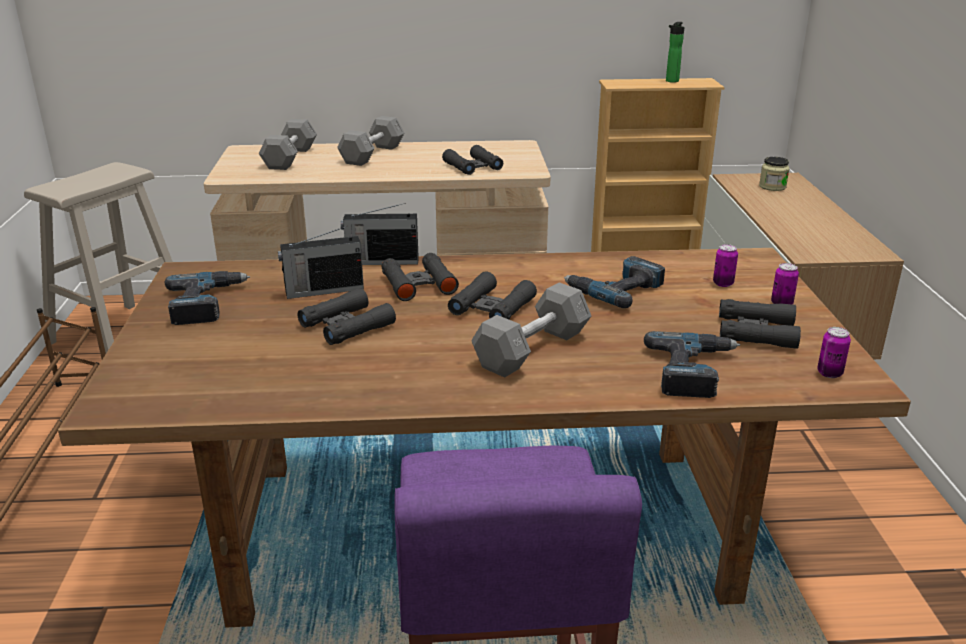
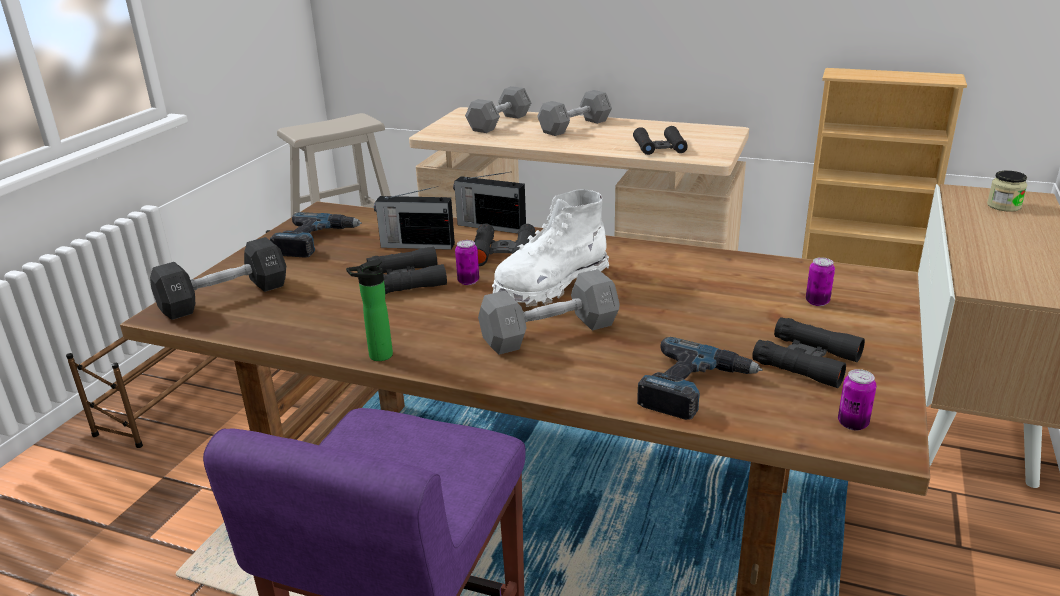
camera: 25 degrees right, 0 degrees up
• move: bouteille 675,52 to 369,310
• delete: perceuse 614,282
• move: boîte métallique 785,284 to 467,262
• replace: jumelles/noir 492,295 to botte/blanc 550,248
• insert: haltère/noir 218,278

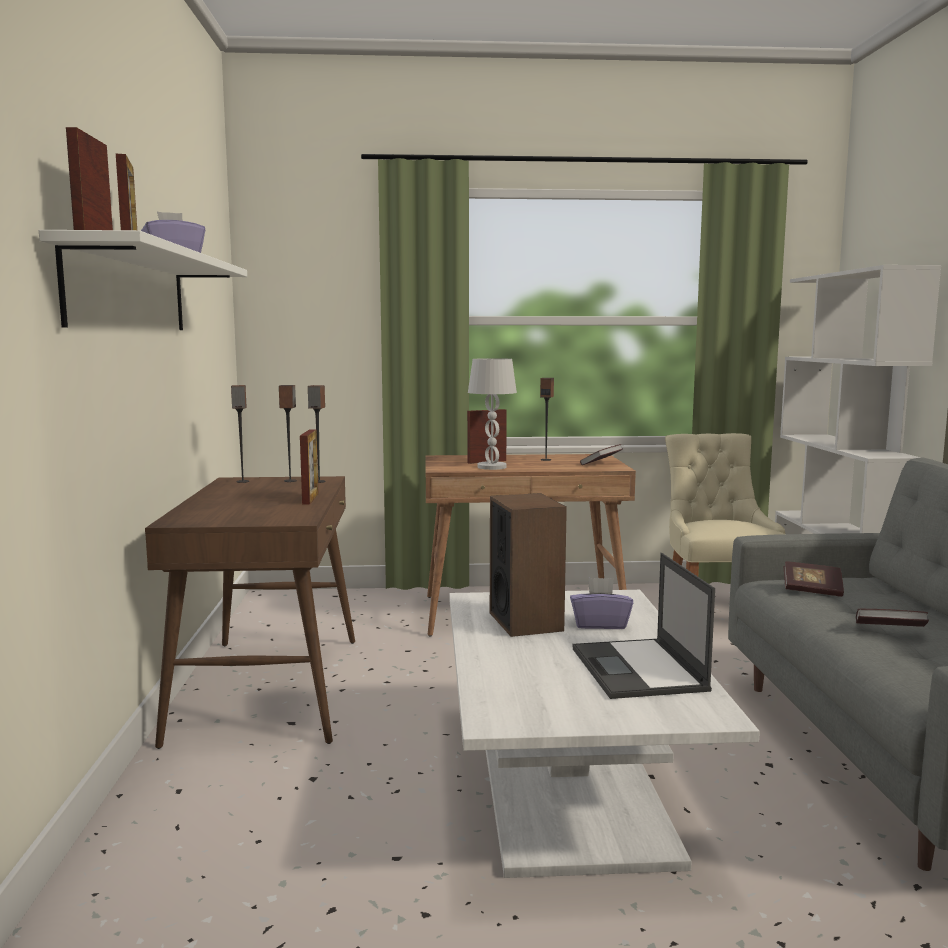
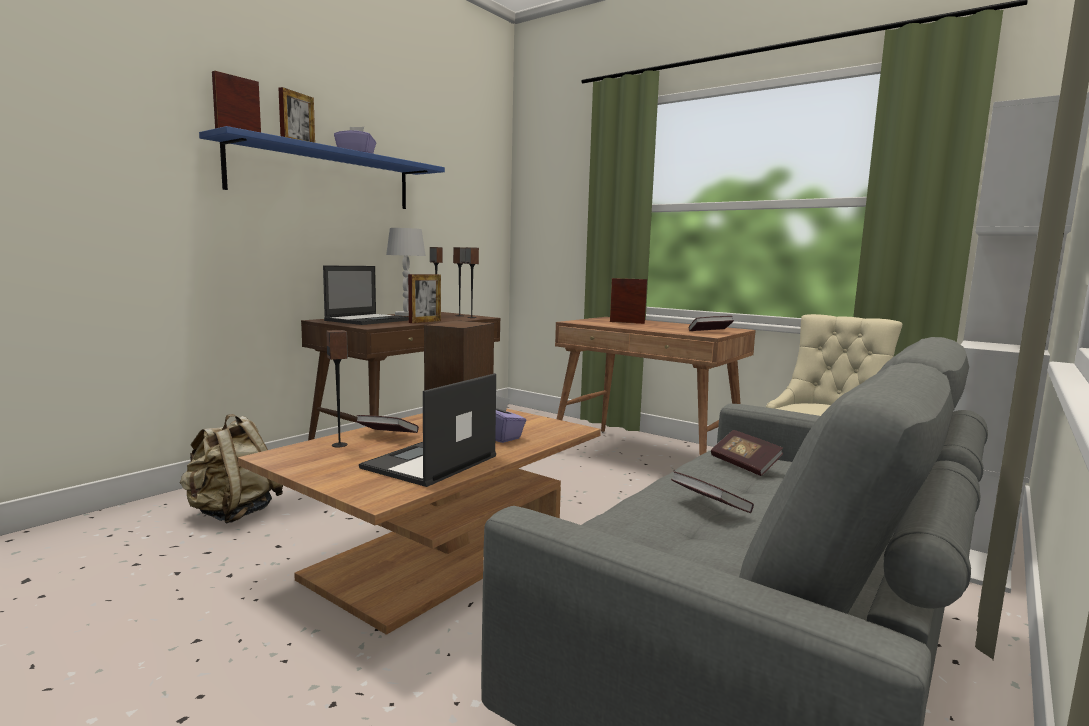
camera: 40 degrees right, 0 degrees up
• recolor: étagère/blanc 143,280 to étagère/bleu 322,167
• move: lampe de table/blanc 492,414 to 406,272
• move: enceinte 547,419 to 337,388
• recolor: table basse/blanc 604,734 to table basse/marron 419,522
• insert: ordinateur portable 366,295
• insert: sac à dos/beige 231,469
• insert: livre 387,424

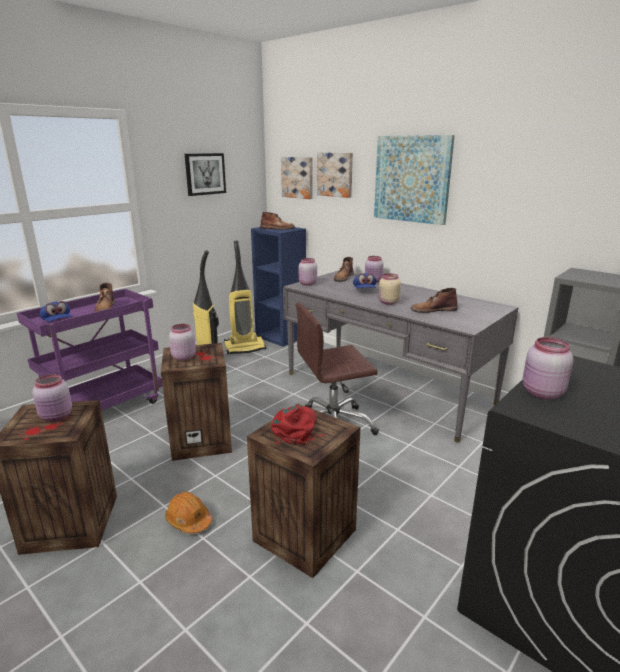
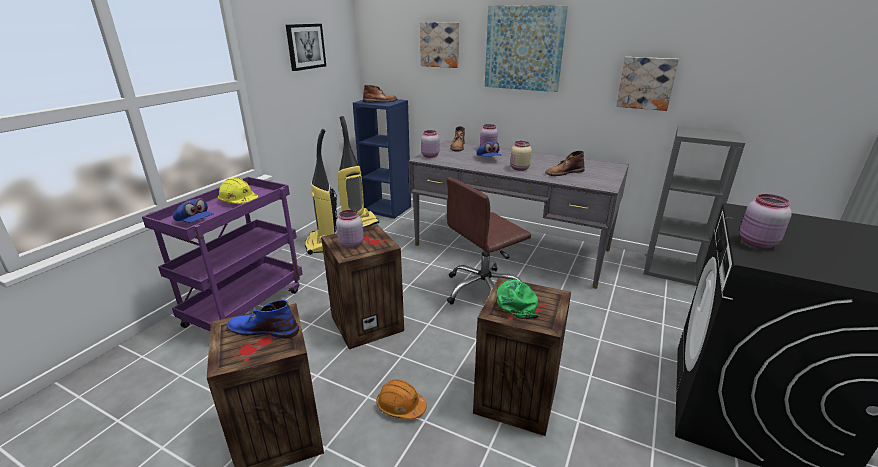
camera: 15 degrees left, 5 degrees up
• move: tableau 297,178 to 647,84
• replace: botte/marron 104,297 to casque de chantier/jaune 238,191
• replace: bocal/rose 52,398 to botte/bleu 263,319
• recolor: casquette/rouge 294,425 to casquette/vert 518,299

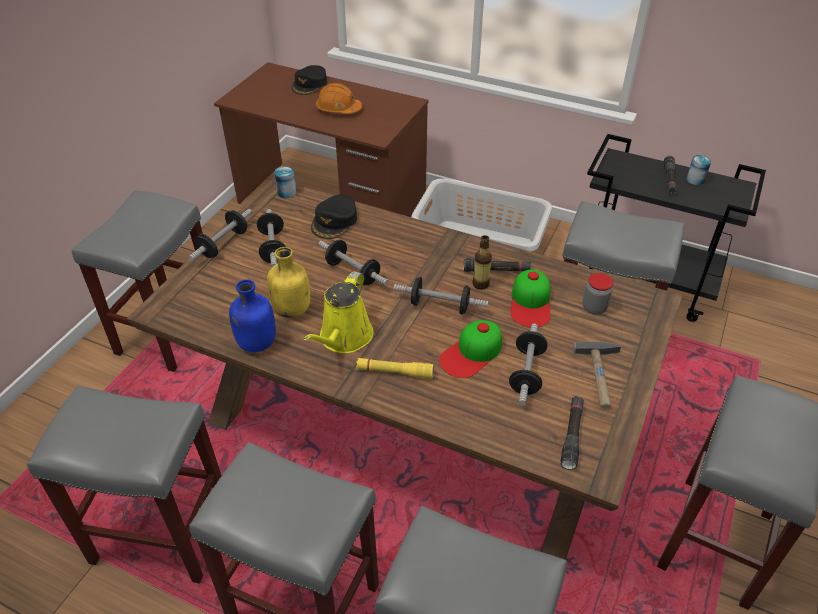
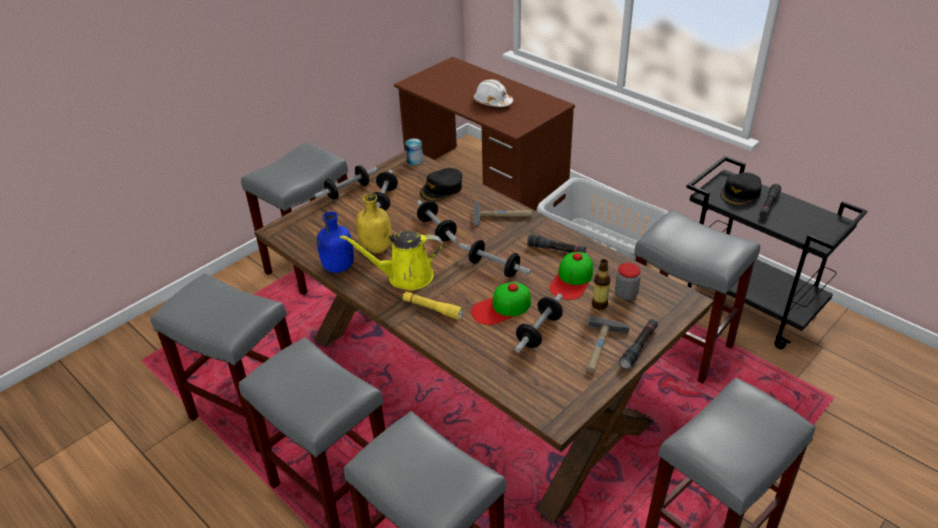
camera: 20 degrees right, 5 degrees down
• move: casquette/noir 309,80 to 741,189
• recolor: casque de chantier/orange 339,98 to casque de chantier/blanc 493,93
• delete: boîte métallique 698,170
• move: bouteille 482,262 to 601,284
• rotate: arrosoir/jaune 338,312 = 391,260 45 degrees clockwise
• move: lampe de poche/noir 572,433 to 638,344
• insert: marteau 502,212

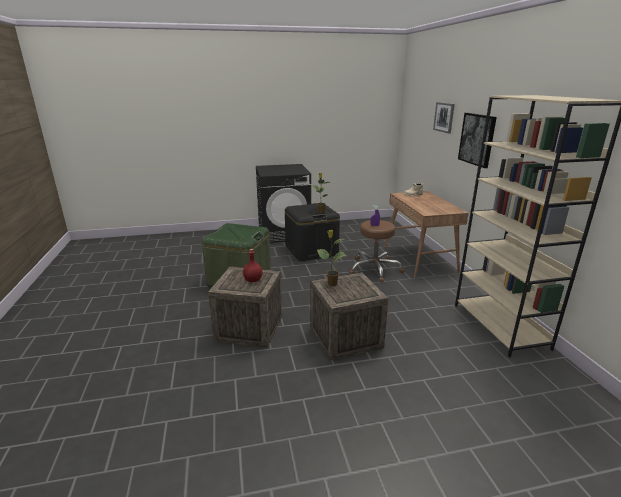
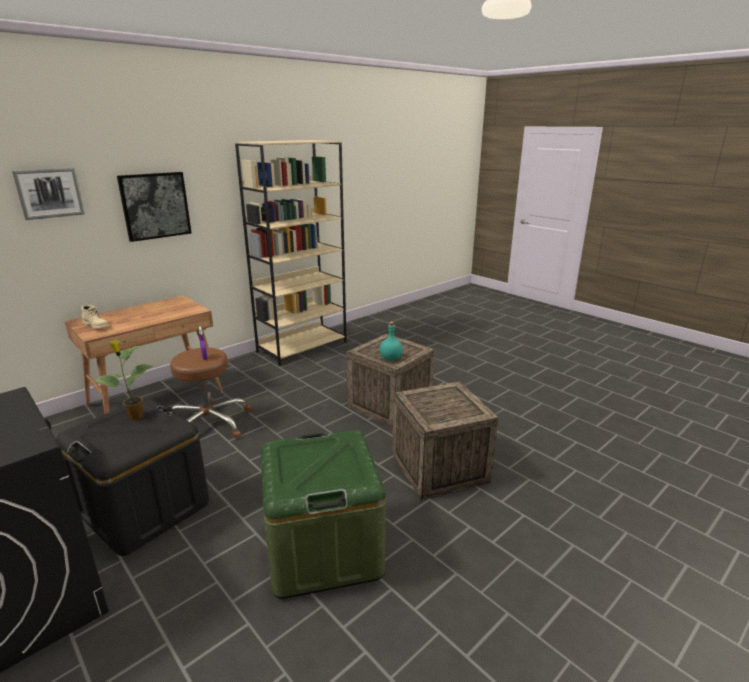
camera: 120 degrees left, 0 degrees up
• replace: plante en pot 331,258 to bouteille/turquoise 391,341
• delete: bouteille/rouge 253,265

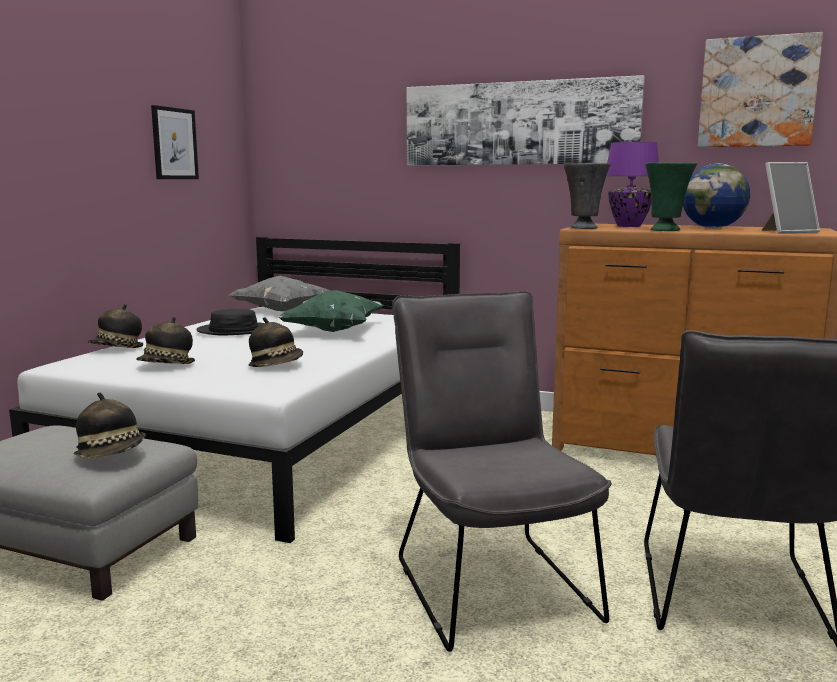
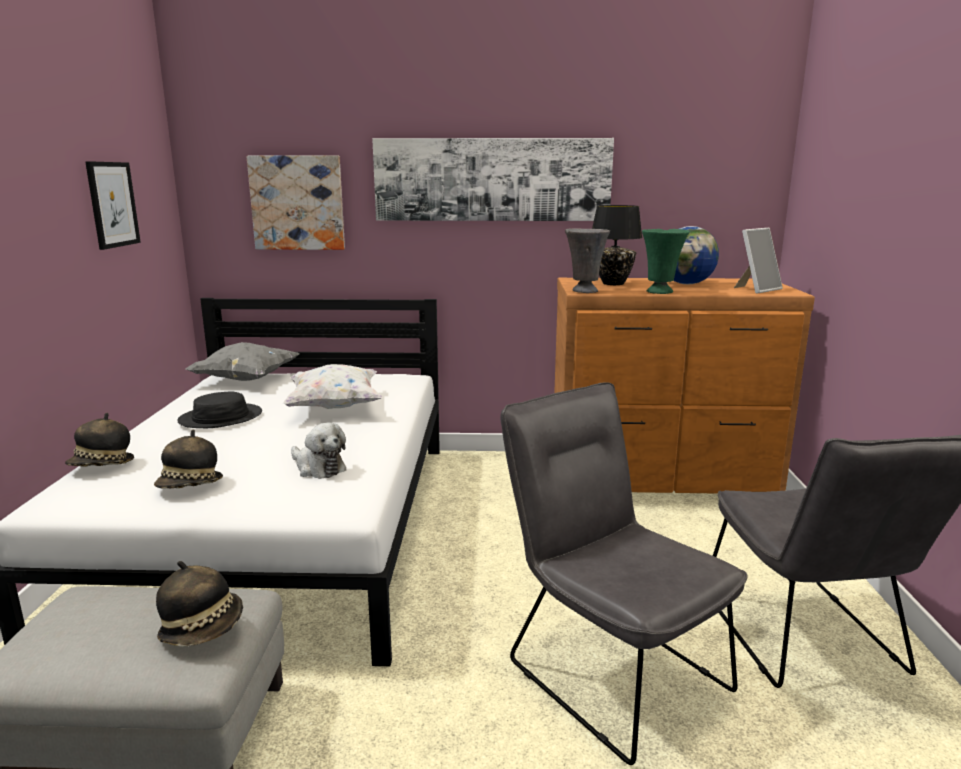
camera: 20 degrees left, 5 degrees up
• move: tableau 760,89 to 296,202
• recolor: lampe de table/violet 632,184 to lampe de table/noir 617,245
• recolor: coussin/vert 331,311 to coussin/blanc 332,386
• replace: chapeau 276,342 to peluche 318,450

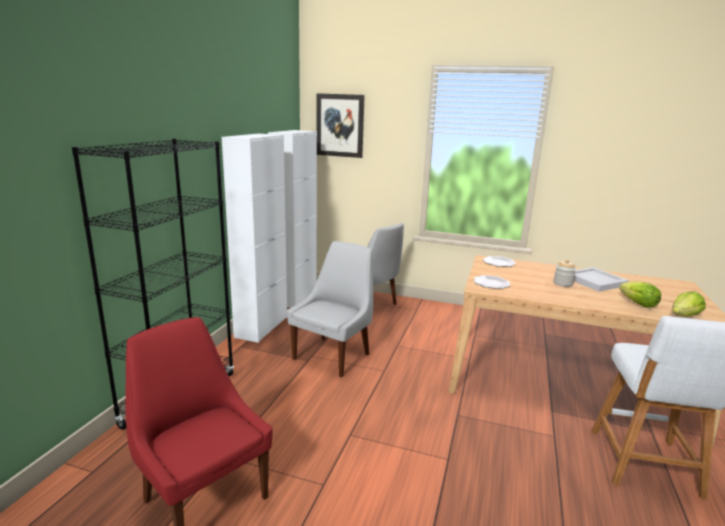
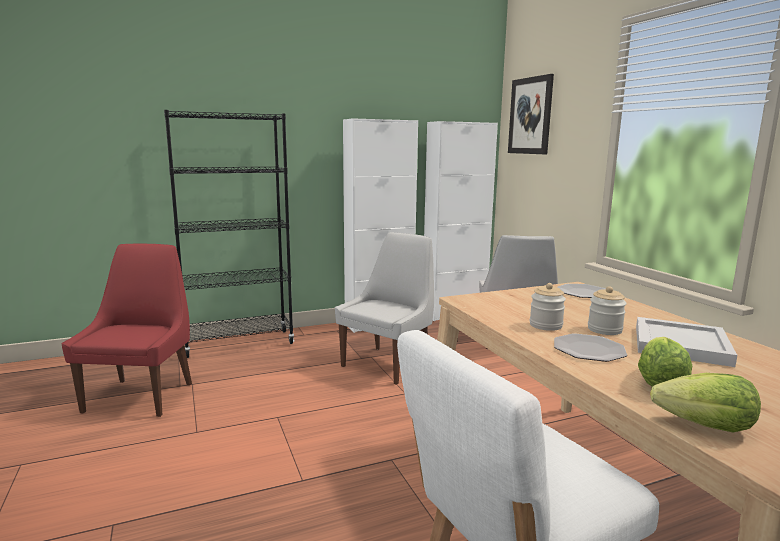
camera: 50 degrees right, 5 degrees down
• rotate: chaise/blanc 330,309 = 384,308 45 degrees counterclockwise
• move: assiette 492,282 to 590,347
• insert: bocal 548,307

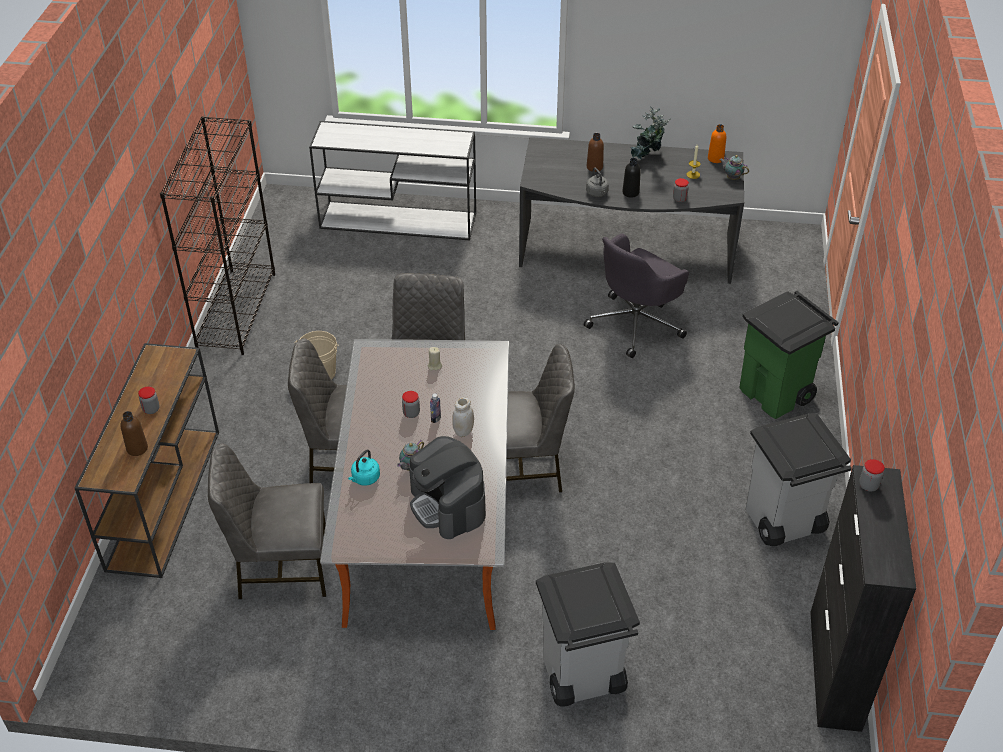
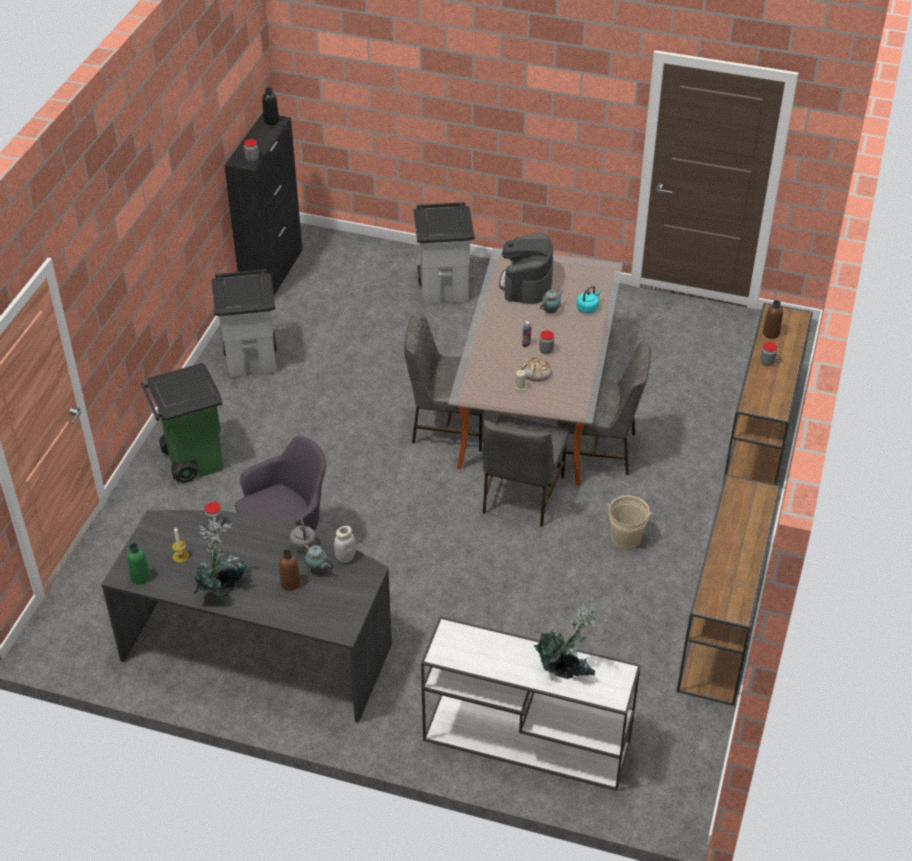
camera: 170 degrees left, 0 degrees up
• replace: bibliothèque/noir 217,235 to table console/marron 729,590
• recolor: bouteille/orange 717,143 to bouteille/vert 139,564
• move: théière 734,167 to 317,558
• move: bouteille/noir 631,177 to 270,106
• move: bocal/blanc 463,417 to 345,544
• rotate: machine à café 447,487 = 526,268 150 degrees counterclockwise
• delete: chaise/gris 267,521
• insert: pain 536,369
• insert: plante en pot 566,641

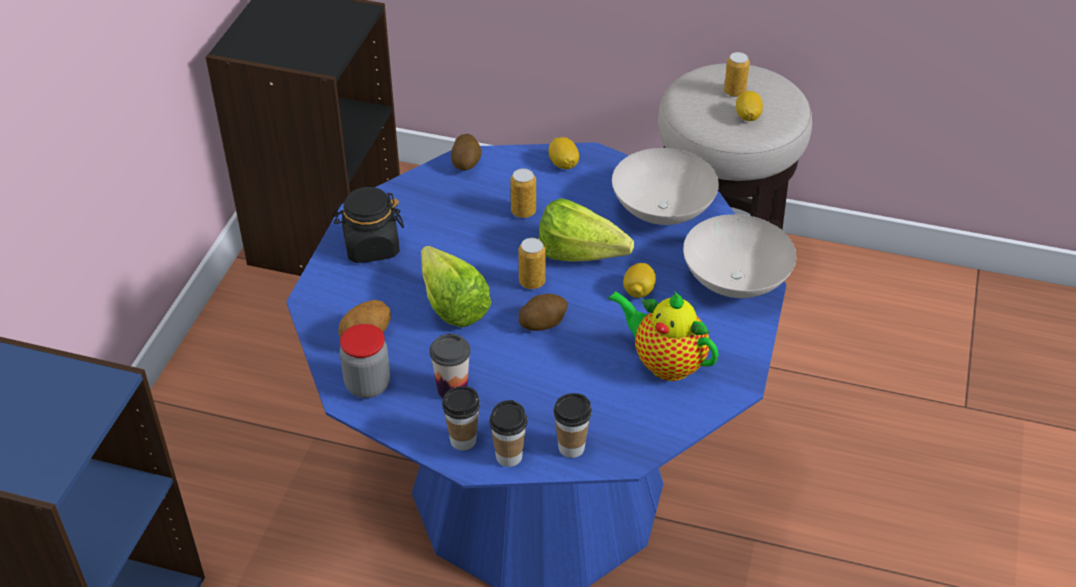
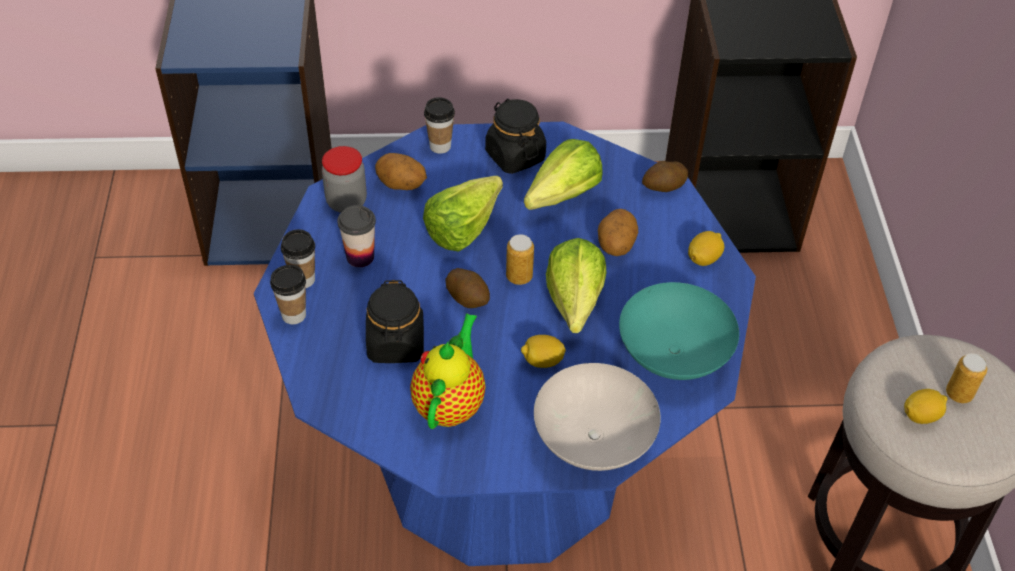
camera: 70 degrees right, 5 degrees up
• recolor: bol/blanc 665,186 to bol/turquoise 679,331
• replace: boîte métallique 523,193 to pomme de terre 618,232
• move: tasse 573,425 to 439,125
• insert: laitue 563,174
• insert: bocal/noir 395,321

